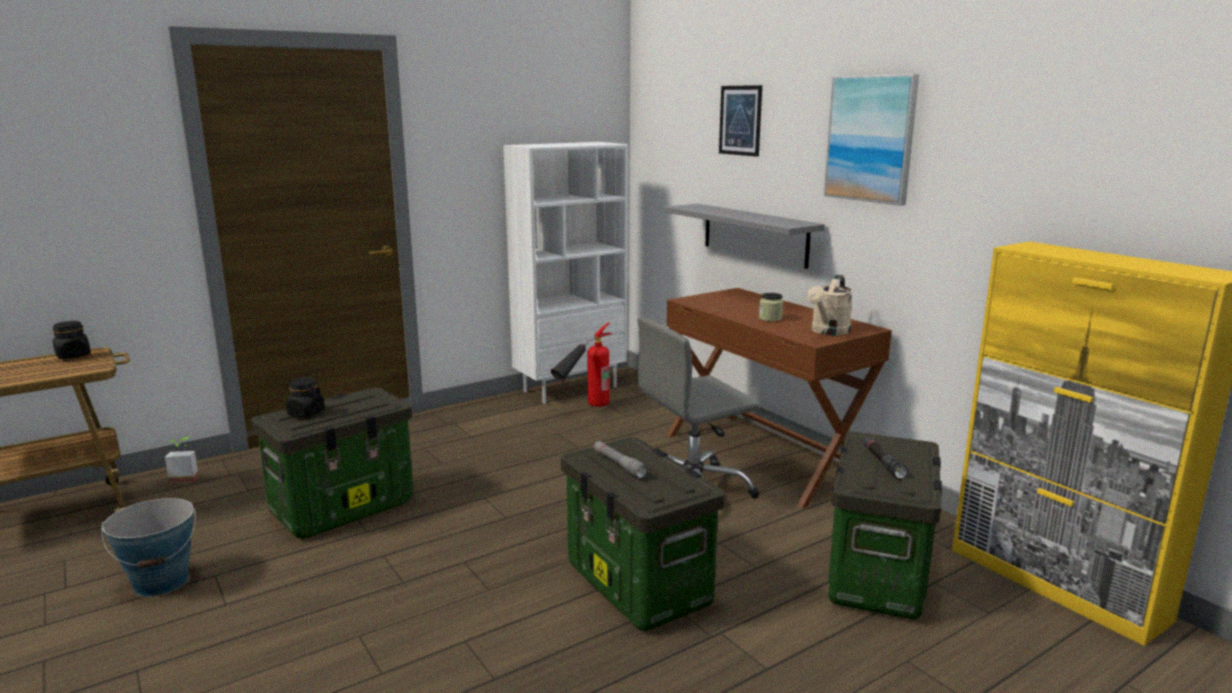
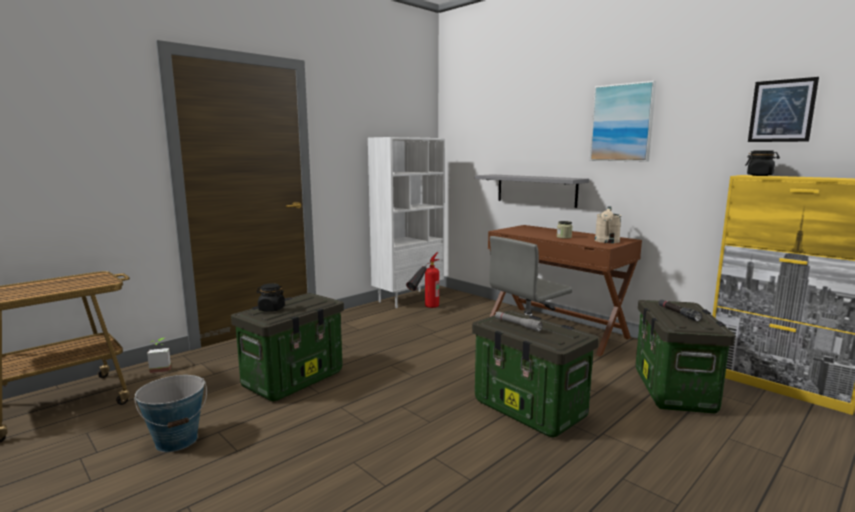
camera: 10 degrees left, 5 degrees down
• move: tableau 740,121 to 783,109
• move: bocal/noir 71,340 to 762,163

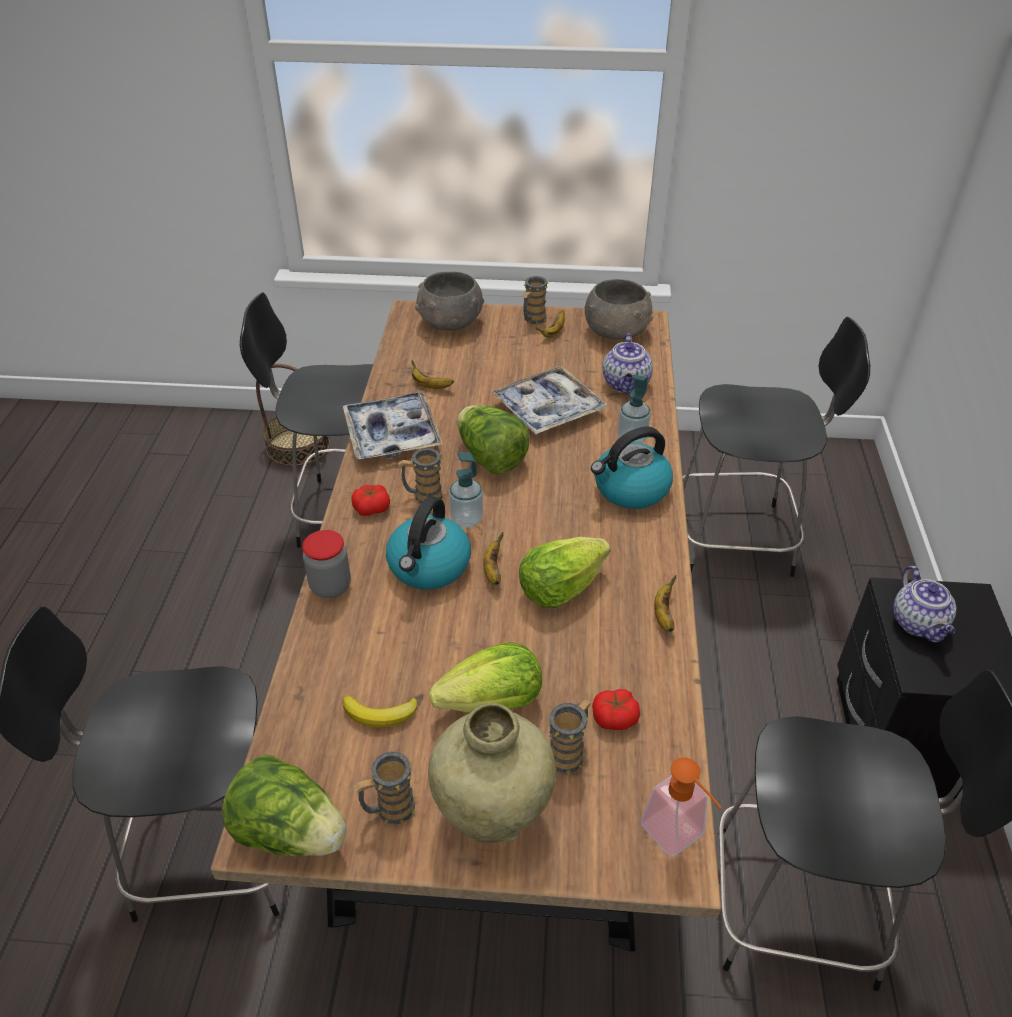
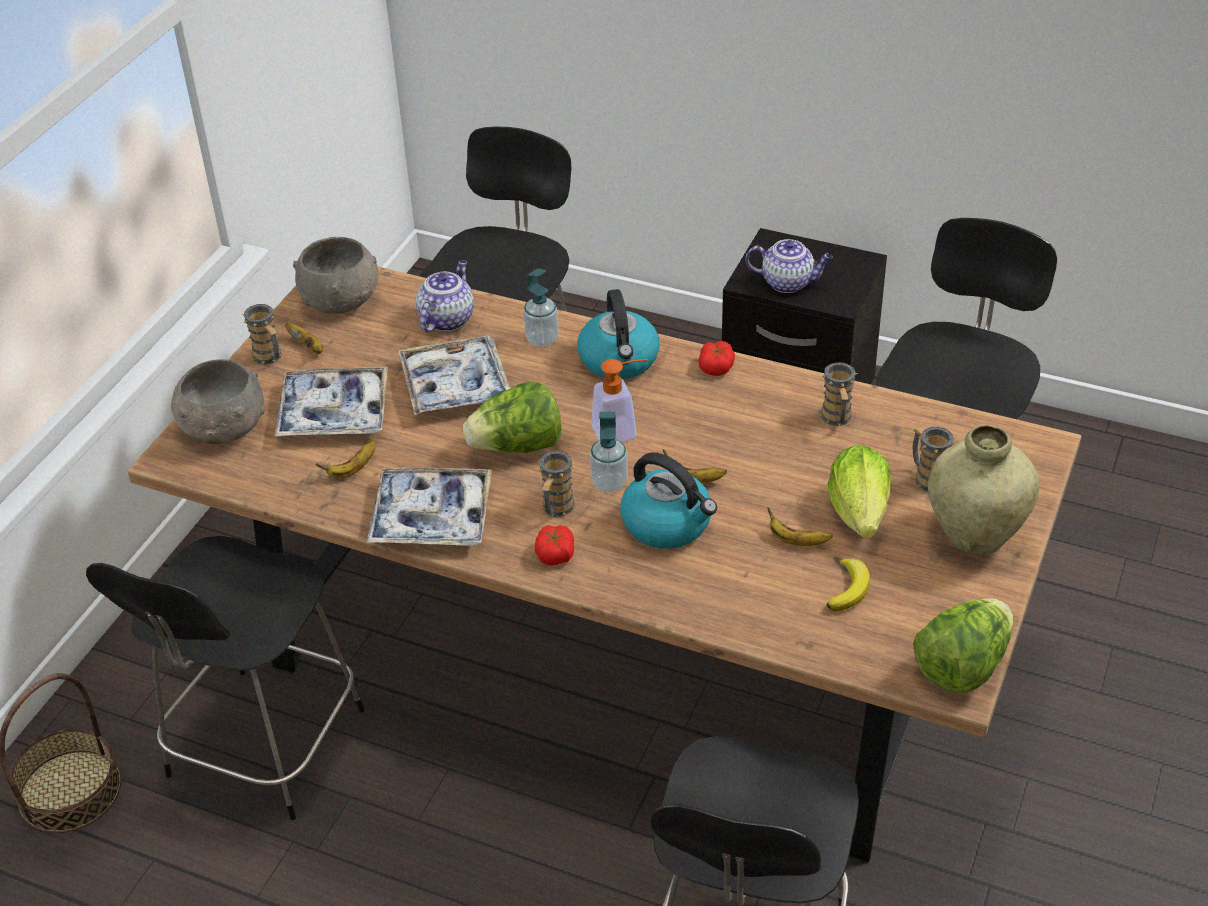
camera: 70 degrees left, 0 degrees up
• rotate: théière 628,363 = 445,296 90 degrees counterclockwise
• delete: bocal 326,564
• delete: laitue 565,572
• move: banane 665,603 to 800,527
• move: tomate 616,709 to 717,358
• move: mug 385,788 to 838,394
• move: distributeur de savon 681,807 to 619,400
• insert: plateau 331,402

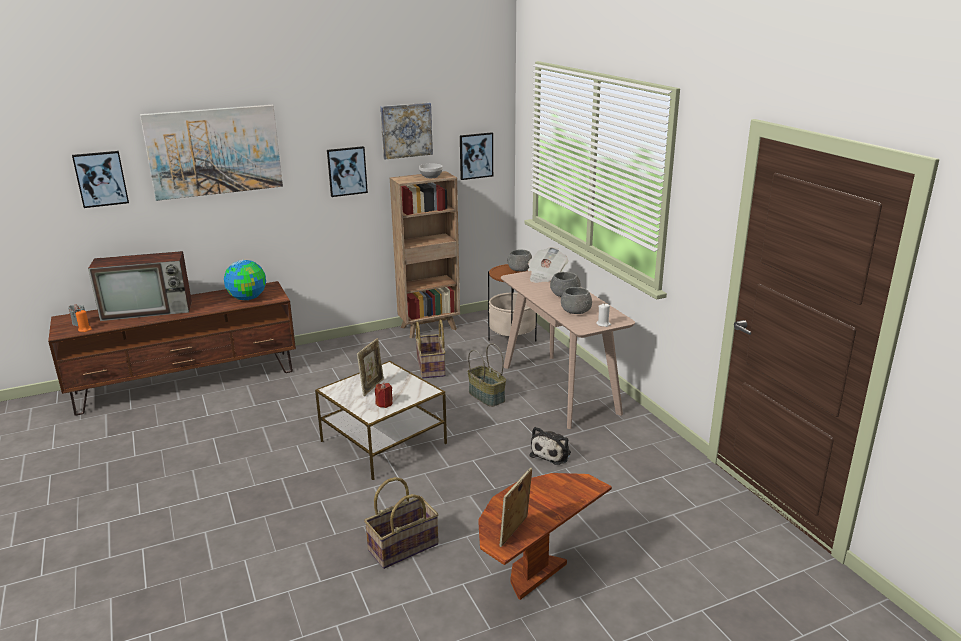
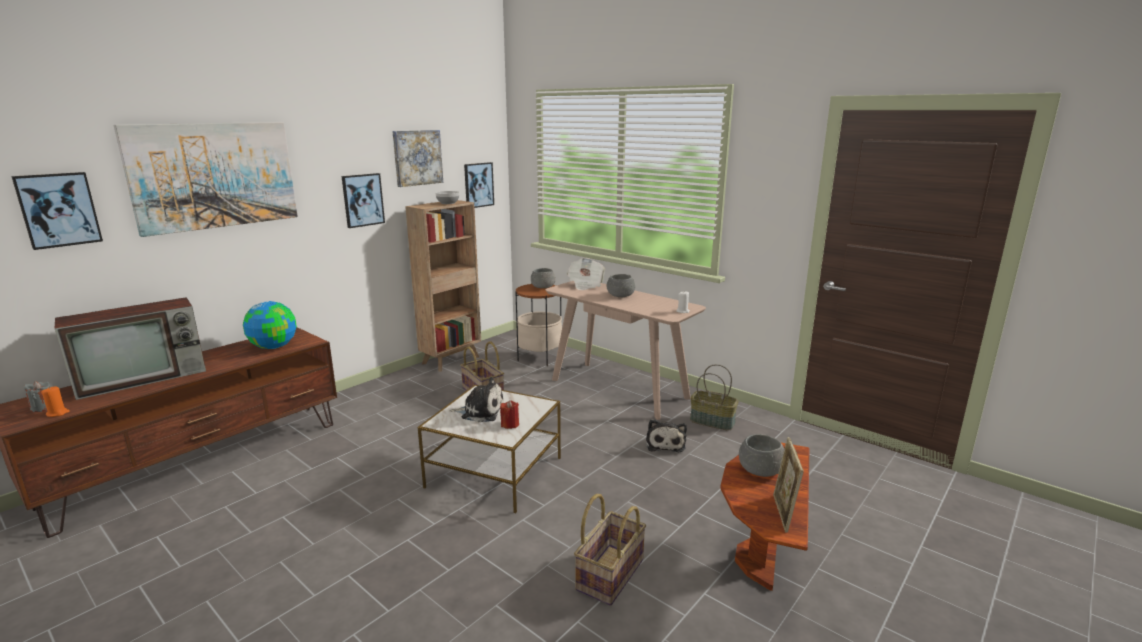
camera: 25 degrees left, 5 degrees down
• move: bol/gris 576,300 to 761,455
• replace: cadre photo 370,367 to peluche 476,399
• move: panier 487,375 to 714,397

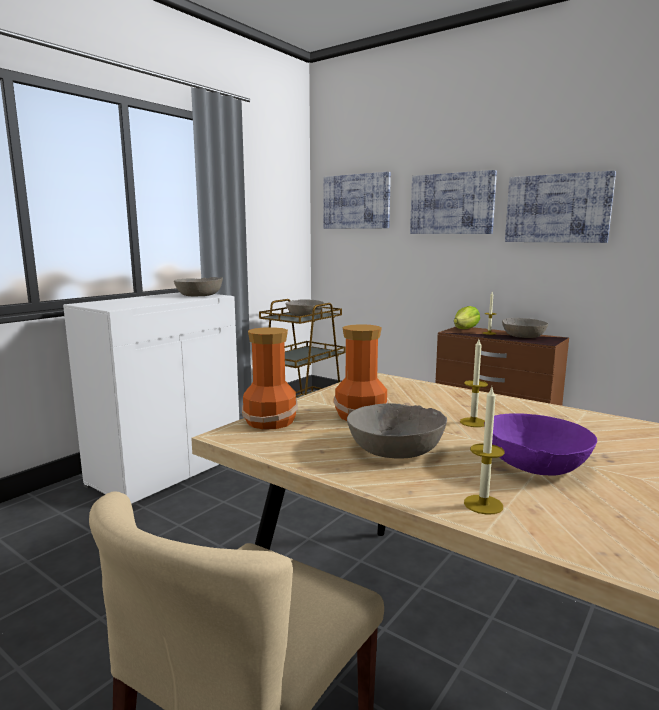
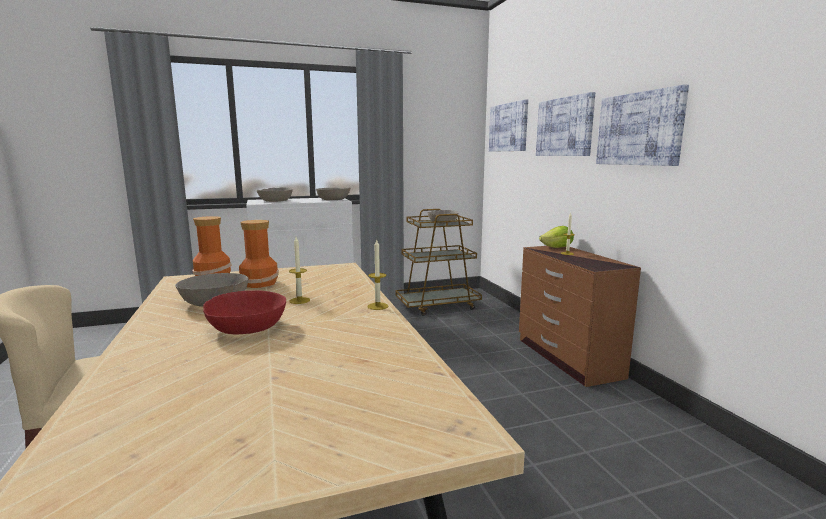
camera: 35 degrees right, 0 degrees up
• move: bol/gris 525,328 to 274,194
• move: bougie 484,451 to 377,275
• recolor: bol/violet 540,444 to bol/rouge 244,312

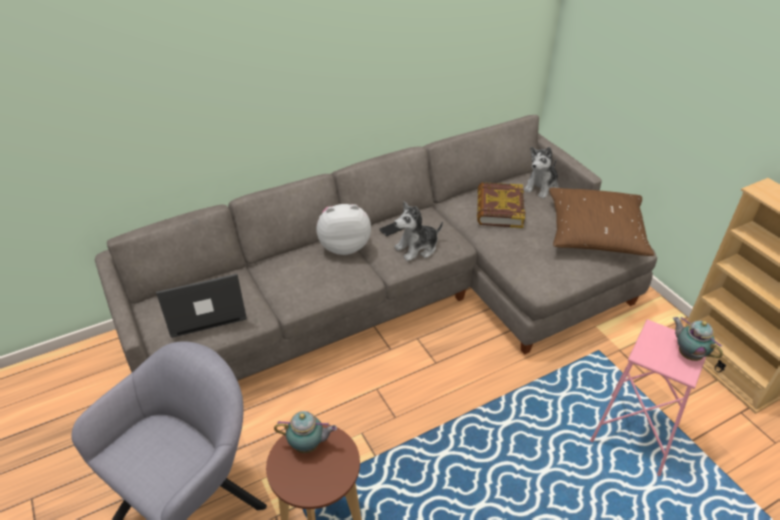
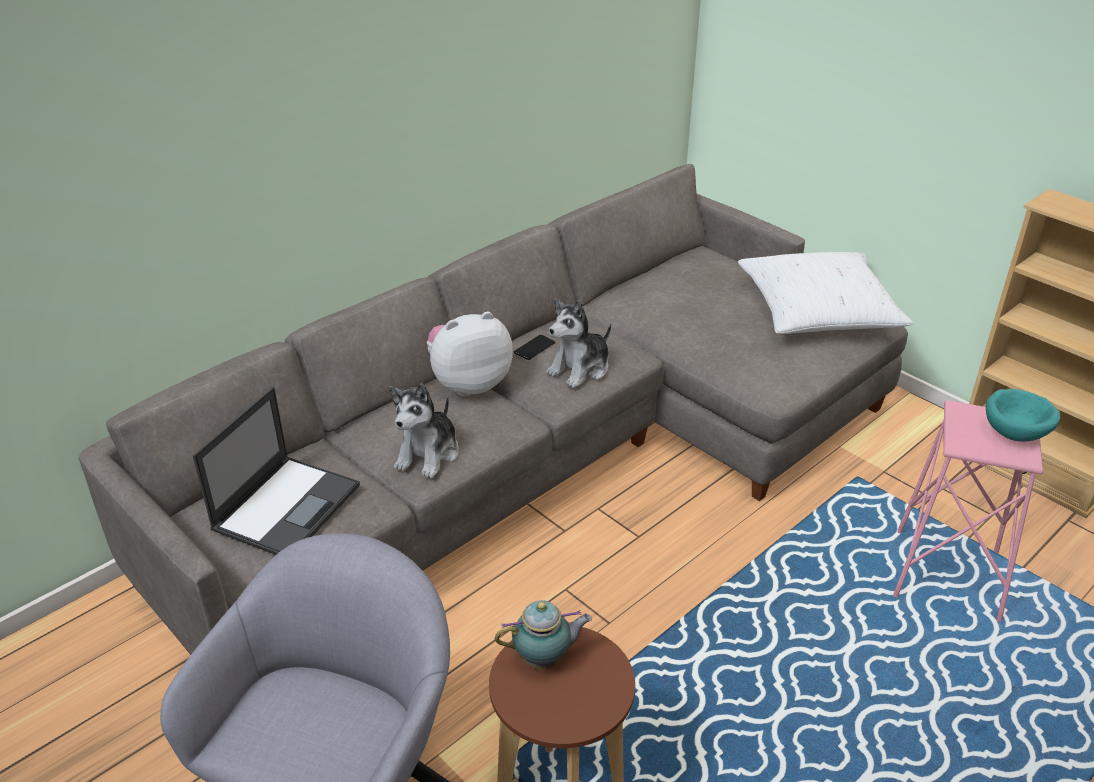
camera: 15 degrees left, 5 degrees down
• move: peluche 541,172 to 424,431
• delete: livre 501,205
• recolor: coussin/marron 601,222 to coussin/blanc 825,293
• rotate: ordinateur portable 201,306 = 276,471 150 degrees clockwise
• replace: théière 697,339 to bol/turquoise 1023,415

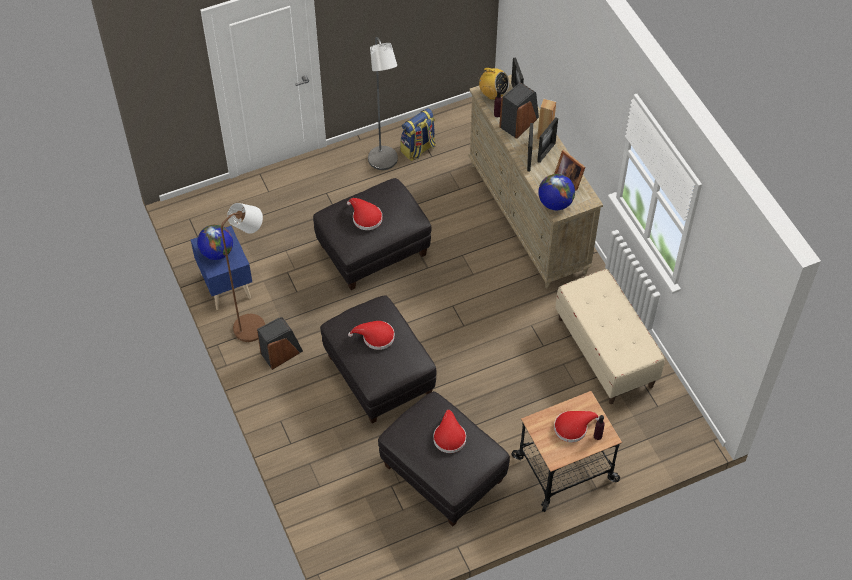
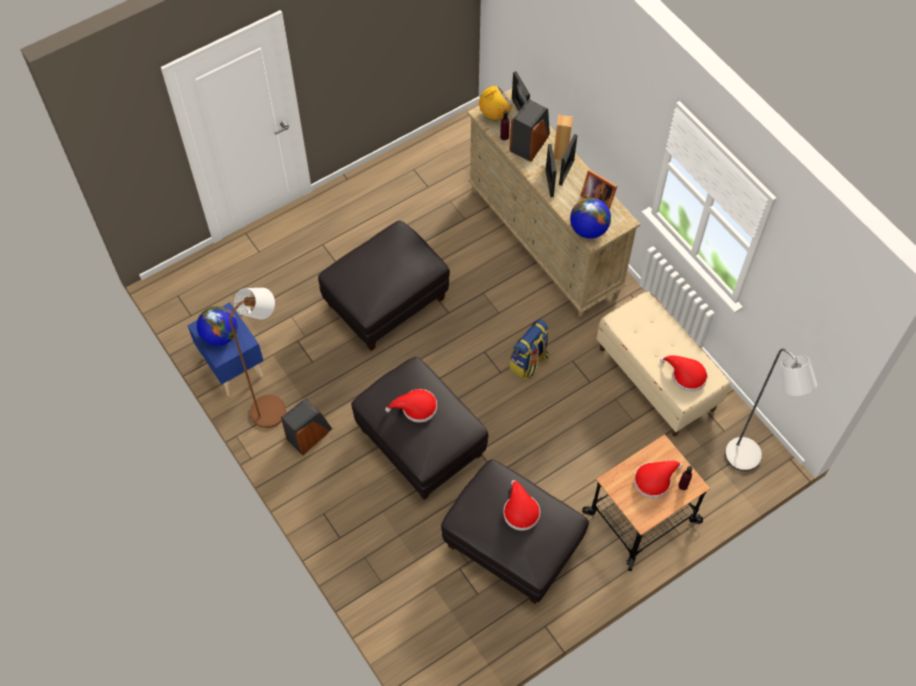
camera: 10 degrees left, 5 degrees up
• move: lampadaire/gris 383,103 to 771,409
• rotate: radio 493,84 = 495,103 45 degrees counterclockwise
• move: sac à dos 418,134 to 529,349
• move: chapeau/rouge 365,214 to 684,373

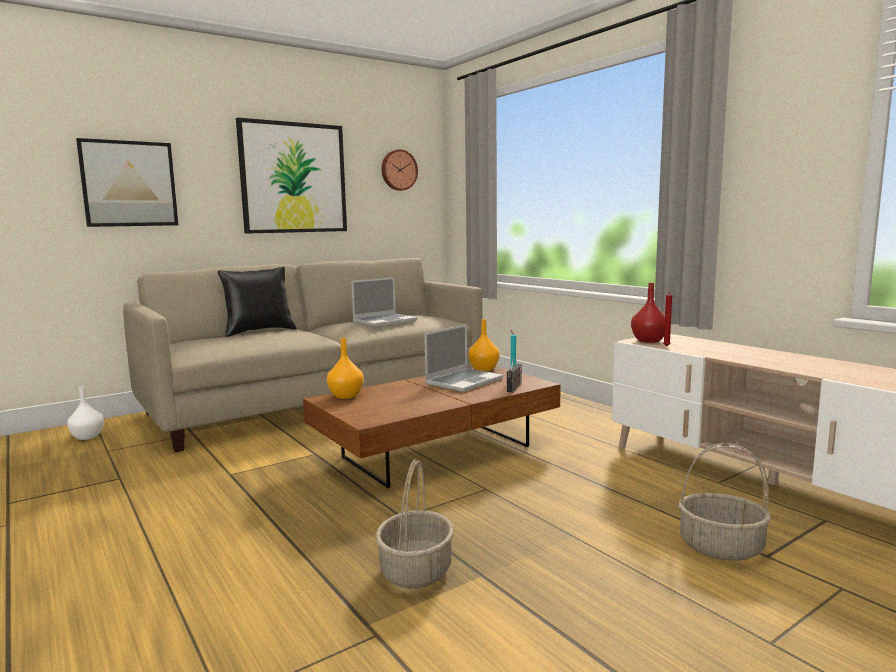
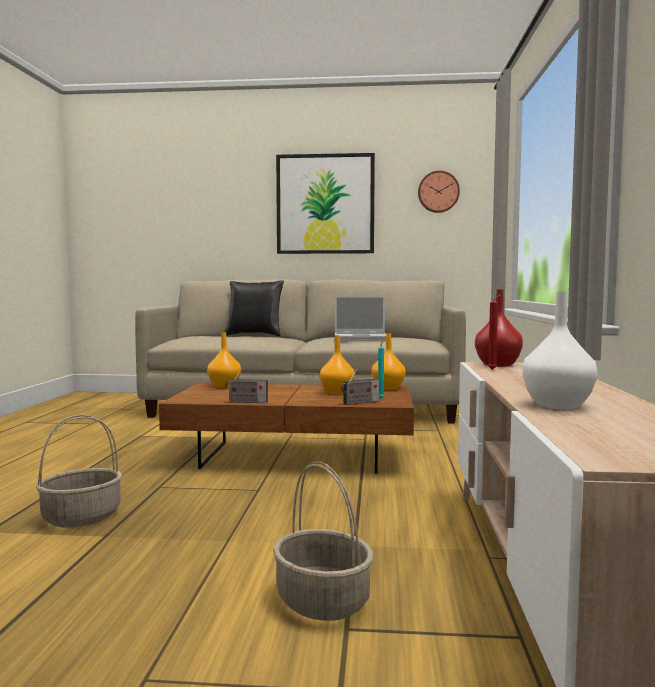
camera: 40 degrees right, 5 degrees down
• delete: tableau 127,182
• replace: ordinateur portable 463,358 to vase/orange 337,364
• move: vase/blanc 85,413 to 559,350
• insert: radio 246,385

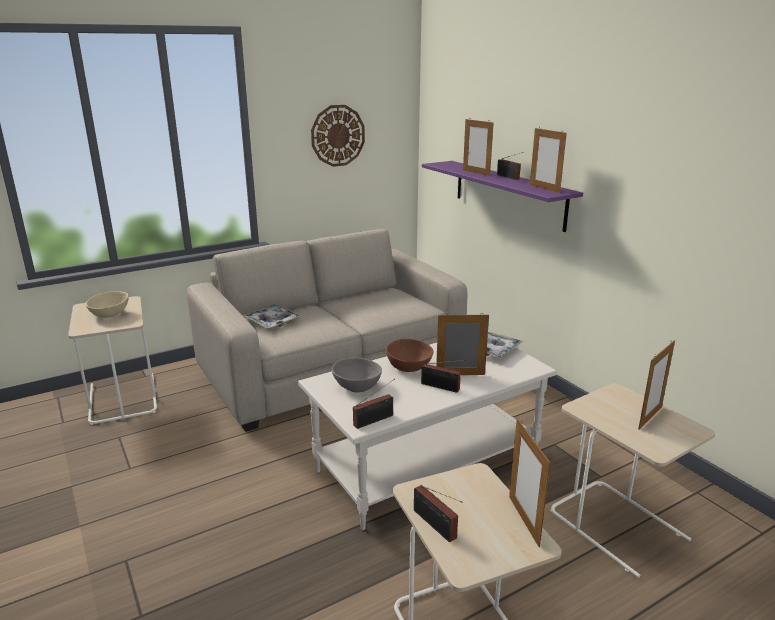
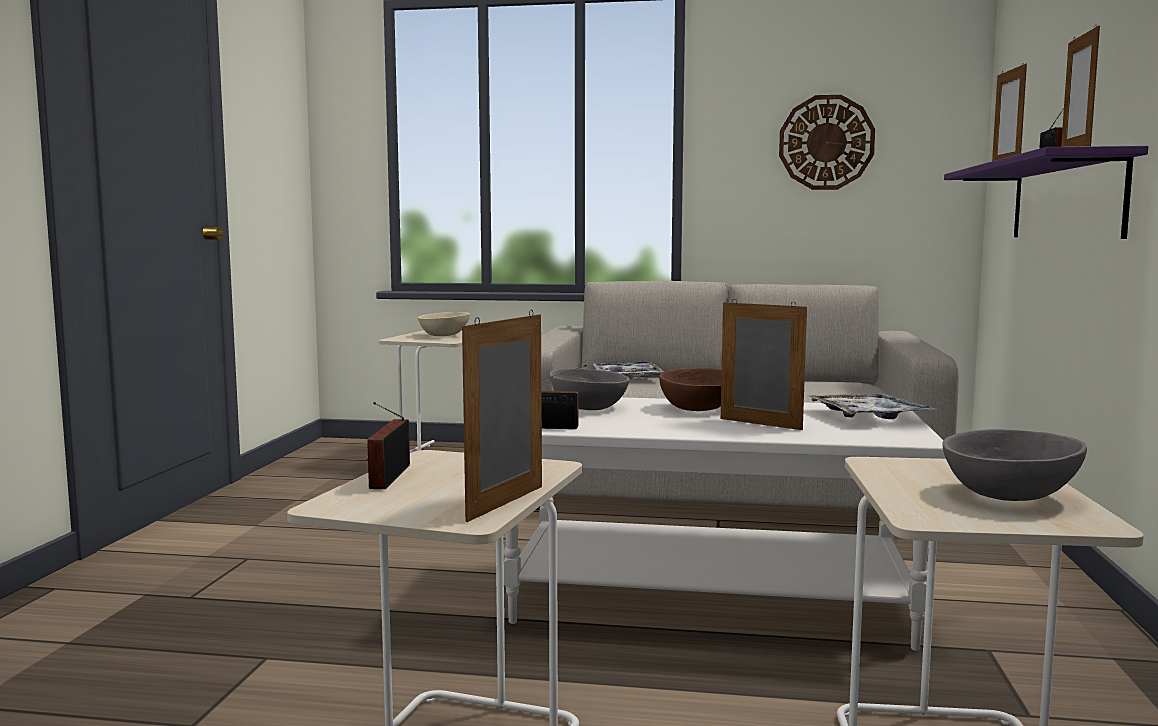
camera: 40 degrees right, 15 degrees down
• replace: cadre photo 656,385 to bol/gris 1014,465
• delete: radio 443,376

